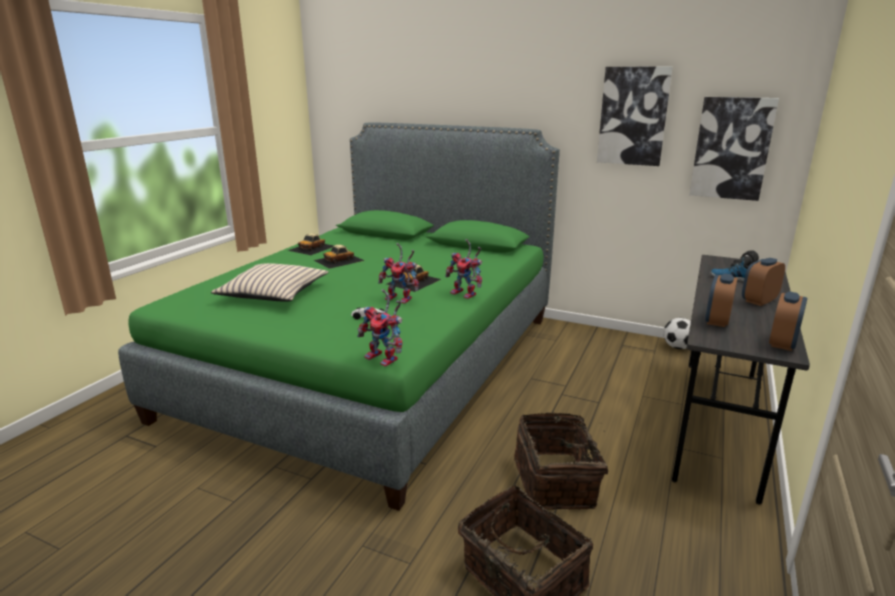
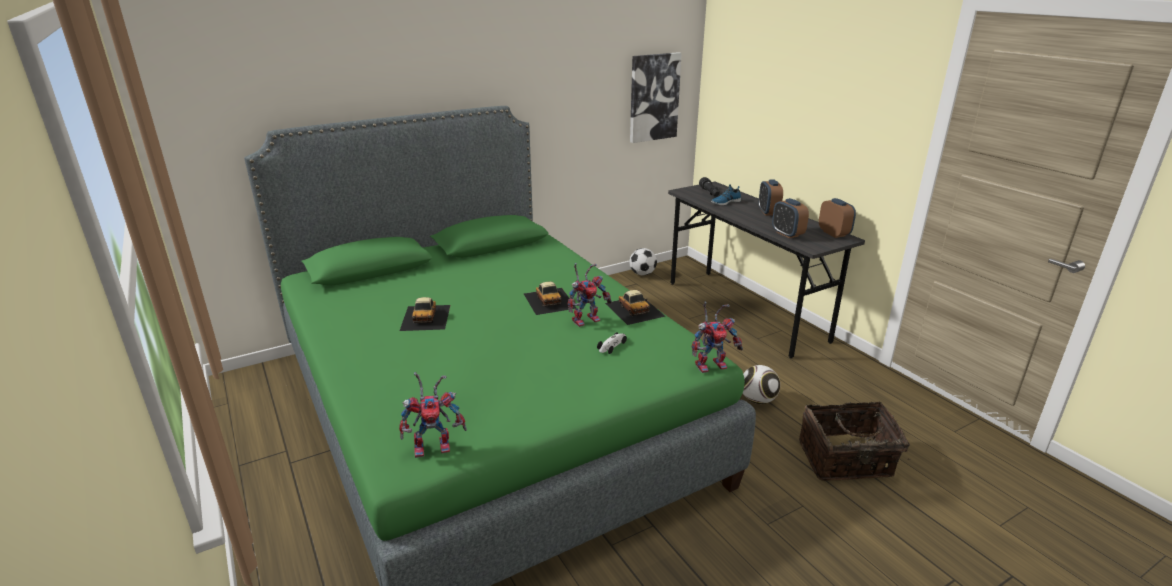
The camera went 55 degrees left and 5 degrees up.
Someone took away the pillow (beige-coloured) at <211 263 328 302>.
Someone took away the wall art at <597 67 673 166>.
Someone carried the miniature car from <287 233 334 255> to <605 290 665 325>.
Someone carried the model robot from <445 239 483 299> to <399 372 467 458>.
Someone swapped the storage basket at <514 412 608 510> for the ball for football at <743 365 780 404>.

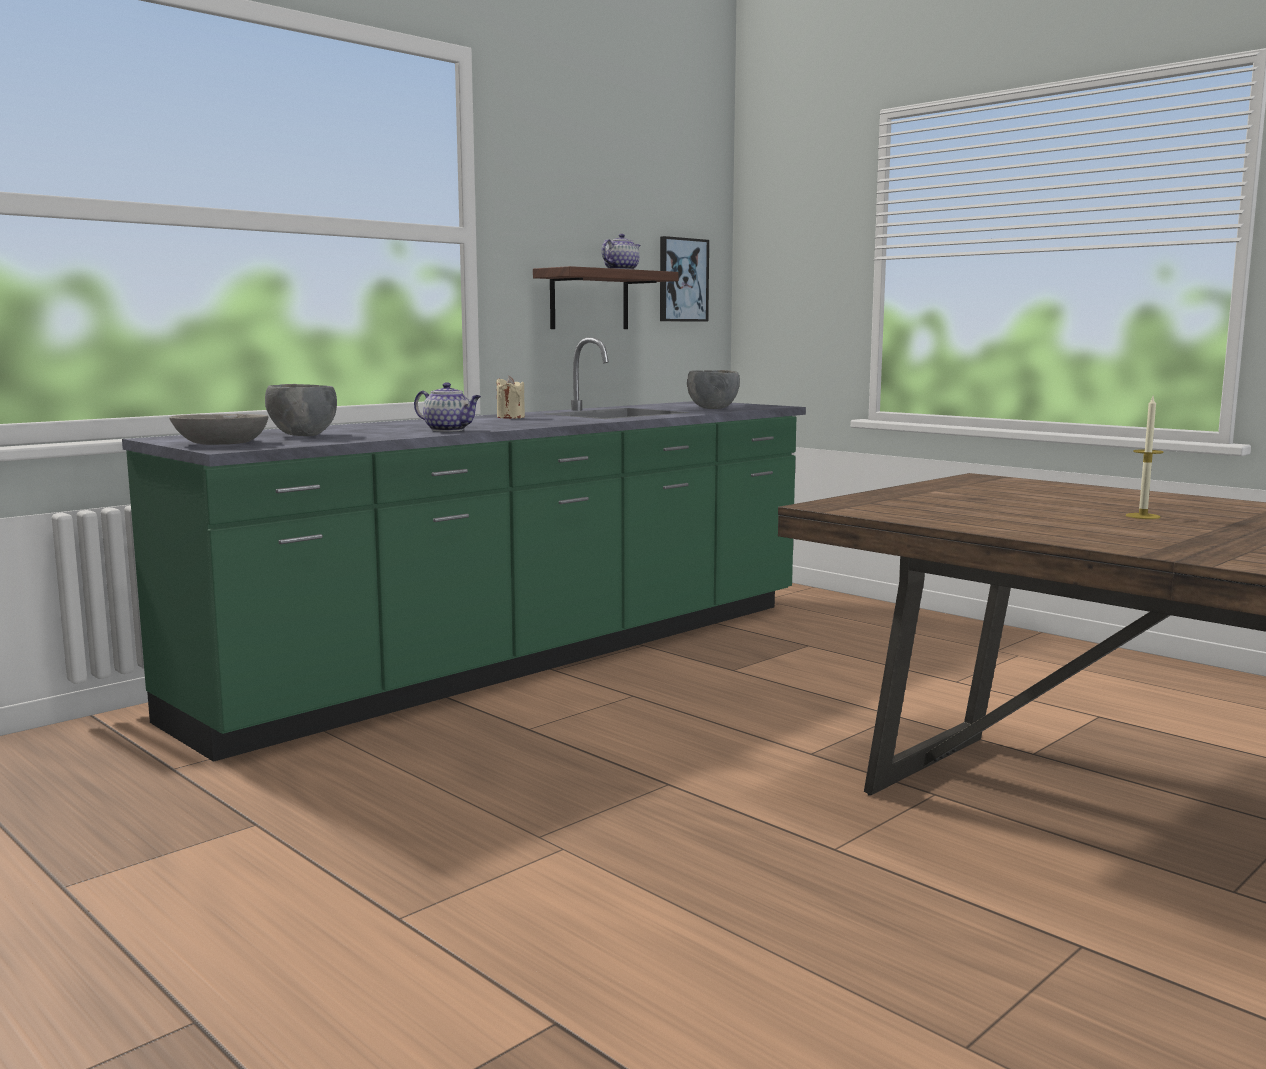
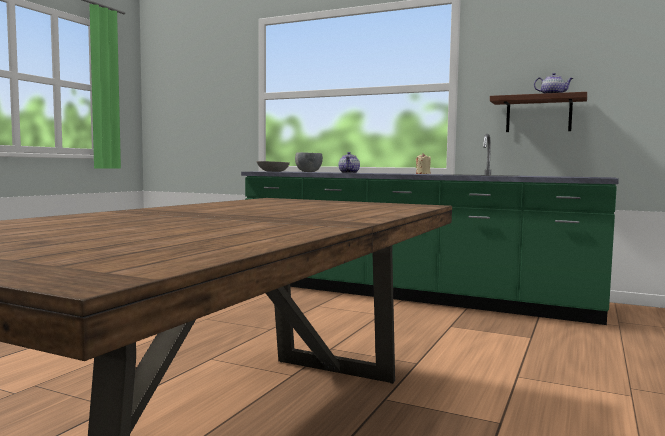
The camera went 70 degrees right and 5 degrees down.
Someone took away the wall art at <660 236 709 322>.
Someone took away the deep dish (gray) at <687 370 740 409>.
Someone took away the wax candle at <1126 397 1164 519>.

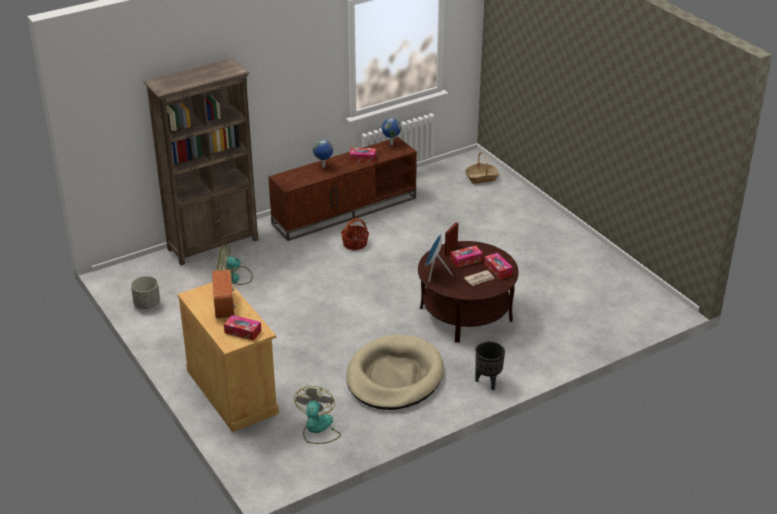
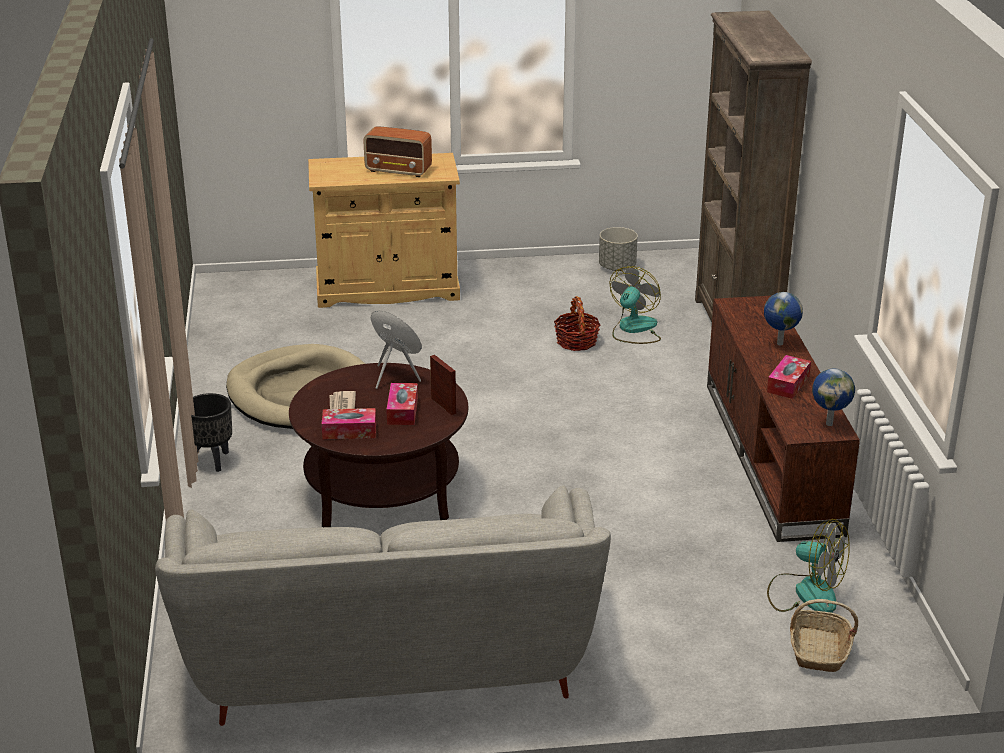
The camera went 115 degrees right and 5 degrees down.
Someone took away the tissue holder at <224 315 261 341>.
Someone put down the sofa (gray) at <155 485 611 726>.
Someone carried the electric fan from <294 386 341 444> to <767 519 850 613>.
Someone carried the storage basket from <341 218 369 250> to <554 296 600 351>.

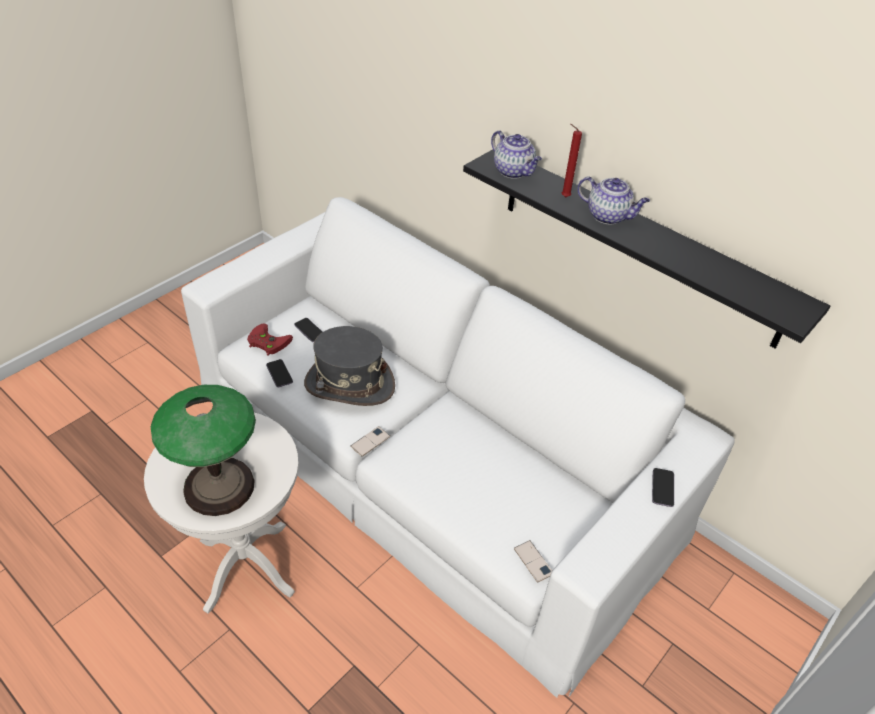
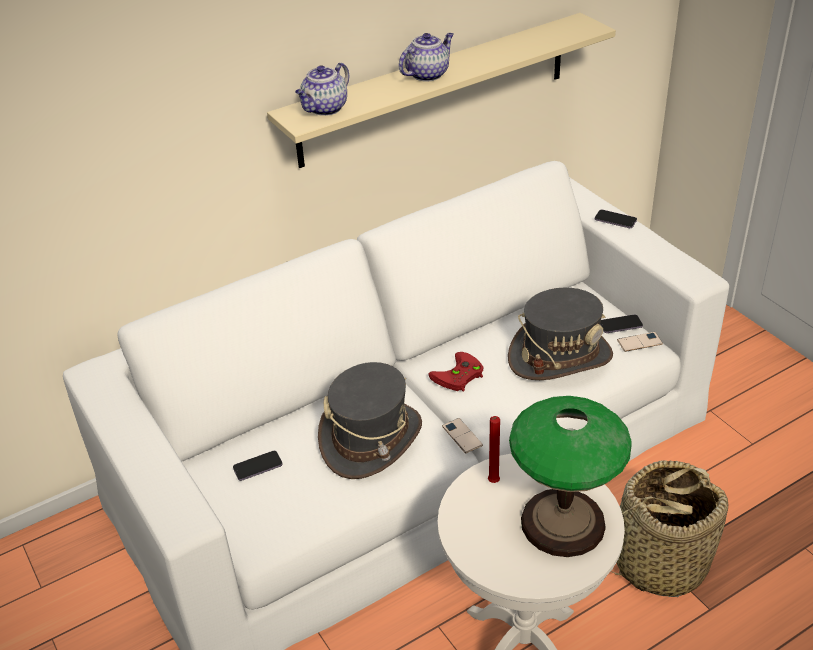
The camera went 70 degrees left and 5 degrees down.
Someone put down the hat (gray) at <508 288 613 380>.
Someone put down the storage basket at <611 461 728 597>.
Someone carried the game controller (red-coloured) from <247 324 293 356> to <429 352 483 391>.
Someone carried the telephone from <266 359 293 387> to <600 314 643 333>.
Someone carried the wax candle (red-coloured) from <562 124 582 197> to <488 416 500 483>.
Someone repainted the wall shelf (black-coloured) at <463 149 830 348>, which became the wall shelf (beige-coloured) at <267 13 616 168>.
Someone rotated the tea pot at <491 130 542 179> by 150 degrees clockwise.

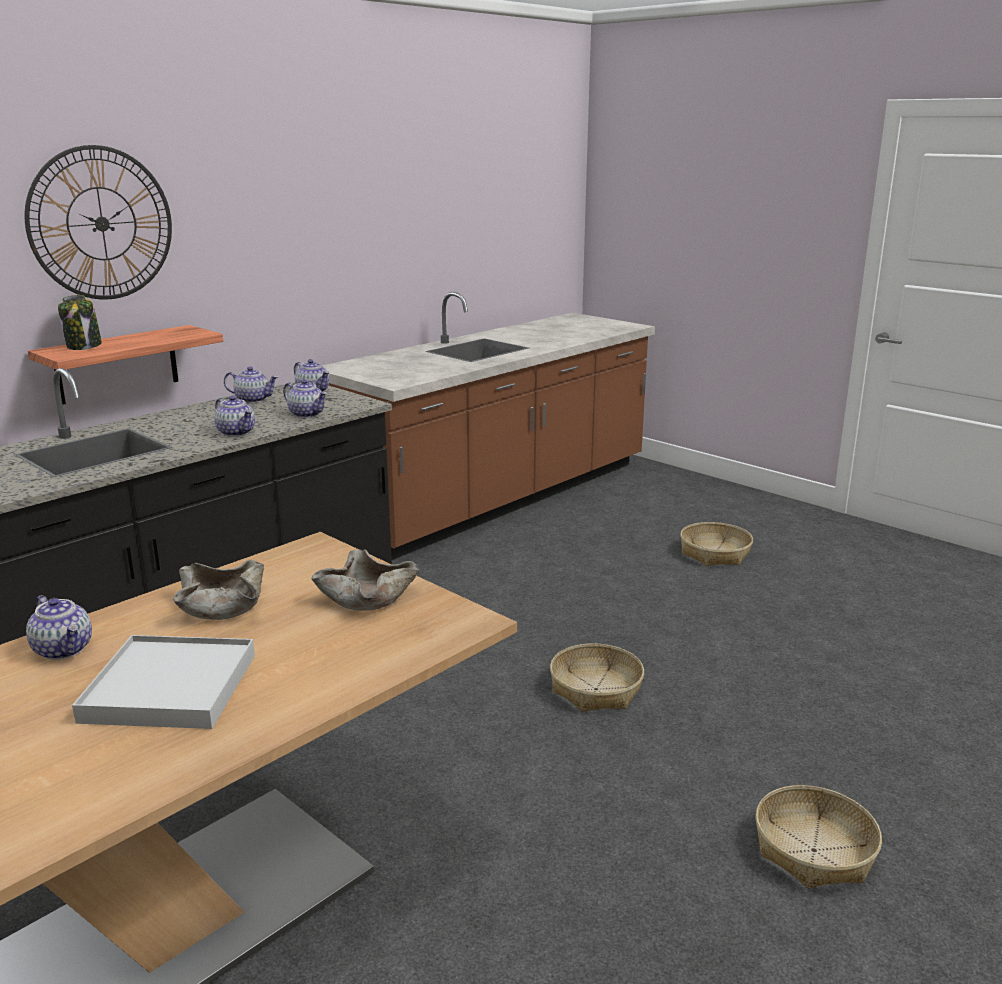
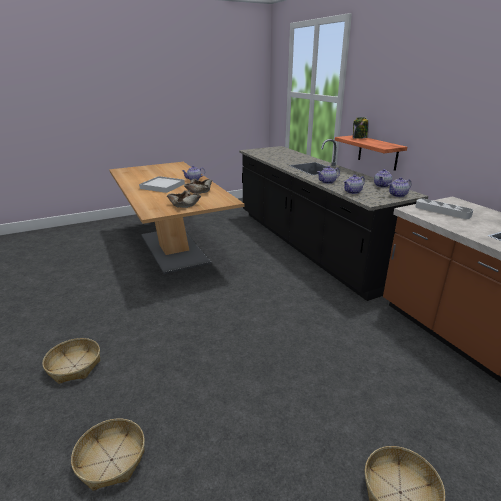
The camera went 110 degrees right and 5 degrees up.
Someone took away the clock on the wall at <25 145 172 300>.
Someone put down the carrying tray (gray) at <415 198 473 219>.
Someone carried the storage basket from <550 644 644 712> to <71 418 145 491>.

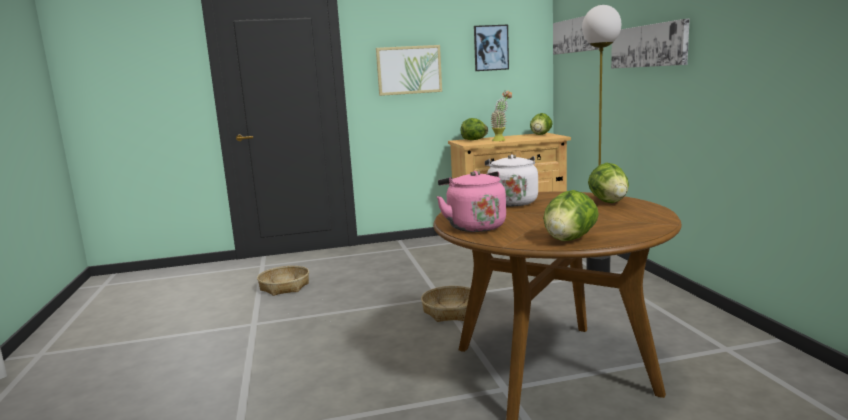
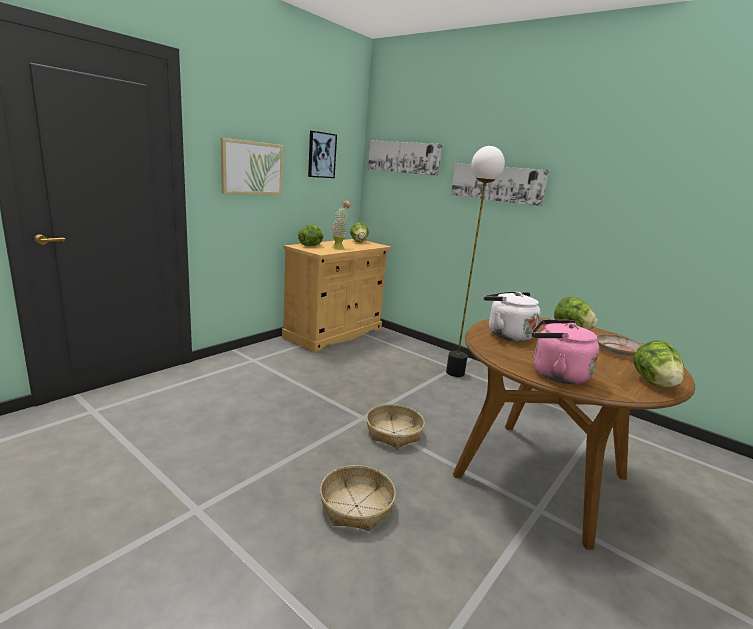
The camera went 40 degrees left and 5 degrees up.
Someone put down the flat dish (beige-coloured) at <596 334 643 356>.
Someone carried the storage basket from <257 266 309 296> to <320 465 396 531>.

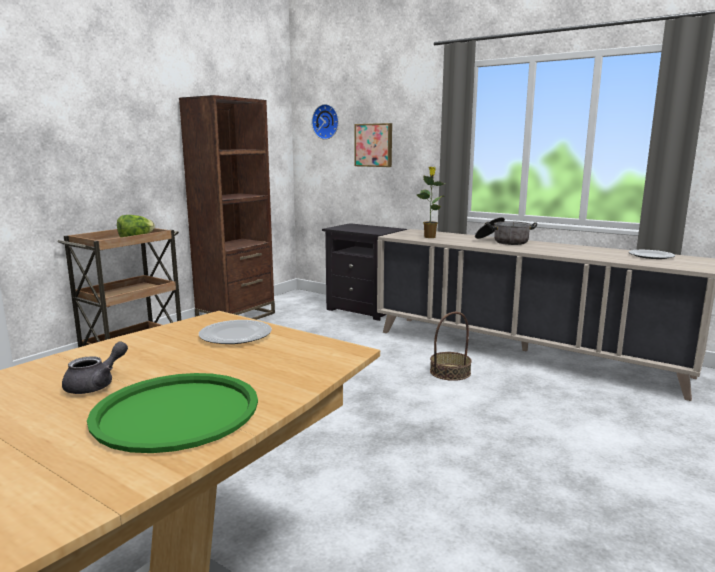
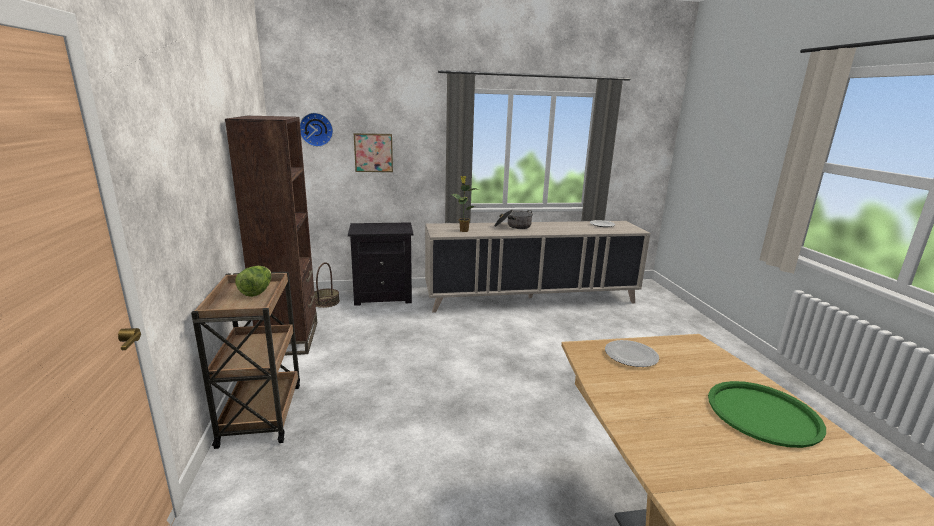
The camera went 45 degrees left and 5 degrees up.
Someone took away the tea pot (gray) at <62 341 128 394>.
Someone carried the storage basket from <430 312 472 381> to <314 262 340 308>.

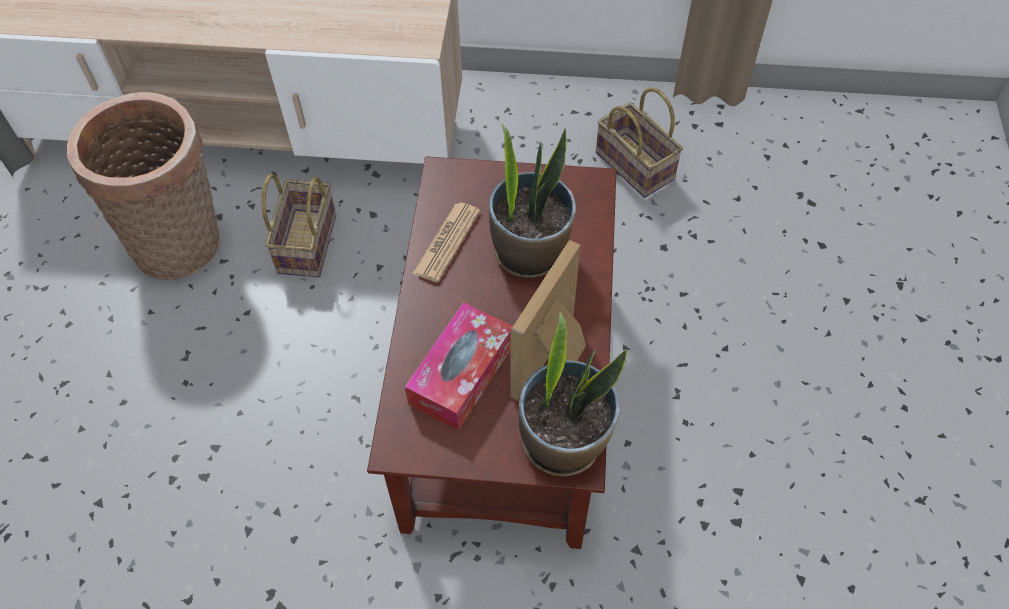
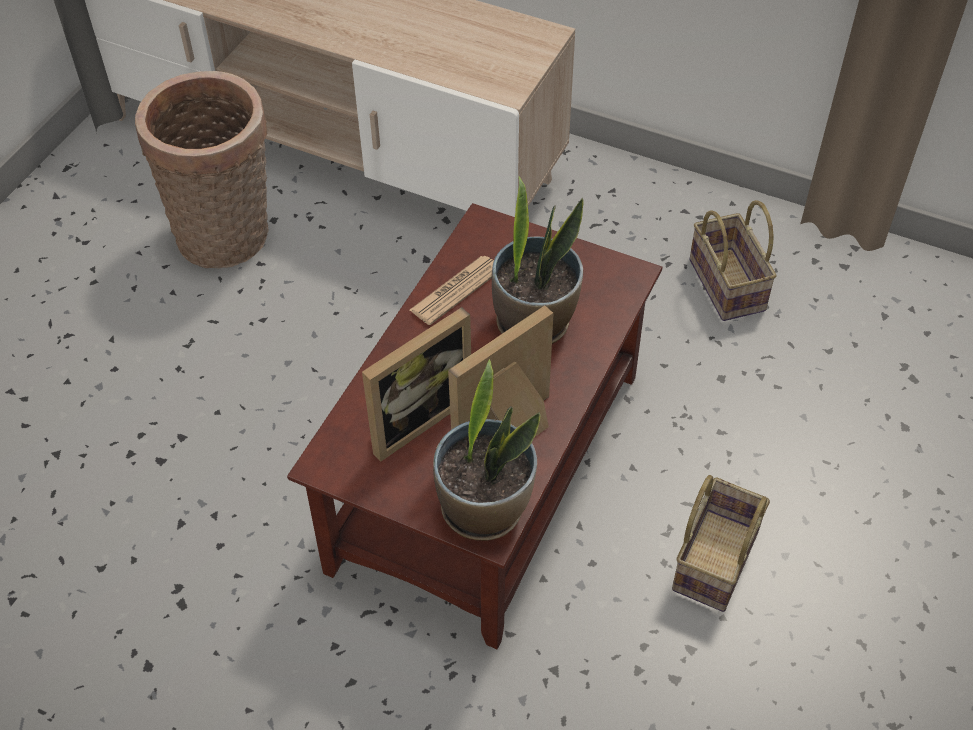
The camera went 20 degrees right and 5 degrees down.
Someone carried the storage basket from <262 173 336 277> to <672 475 770 612>.
Someone swapped the tissue holder at <405 302 513 431> for the picture frame at <362 307 471 462>.

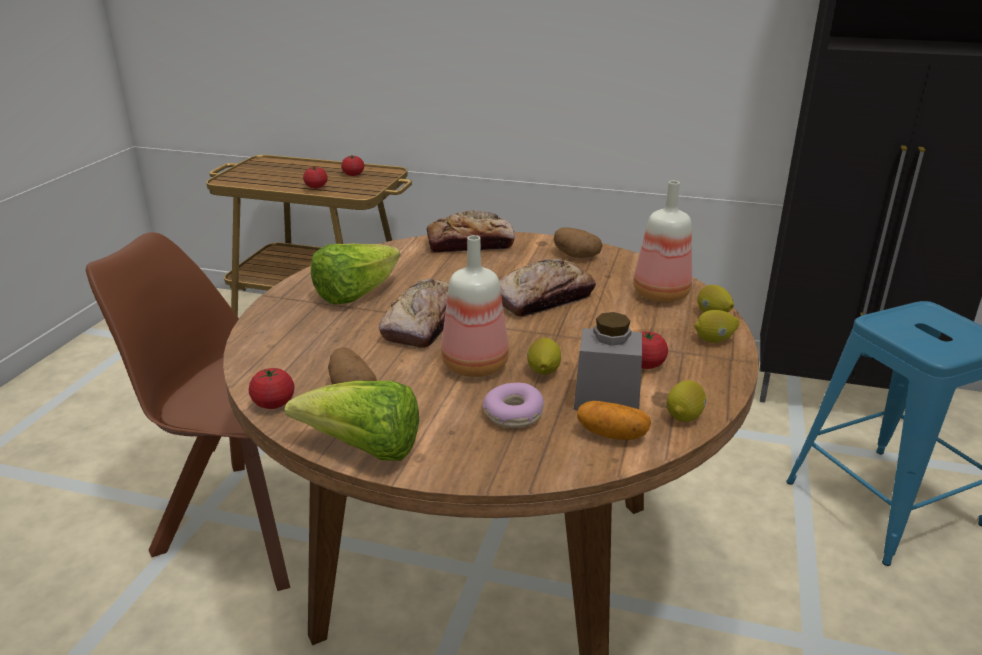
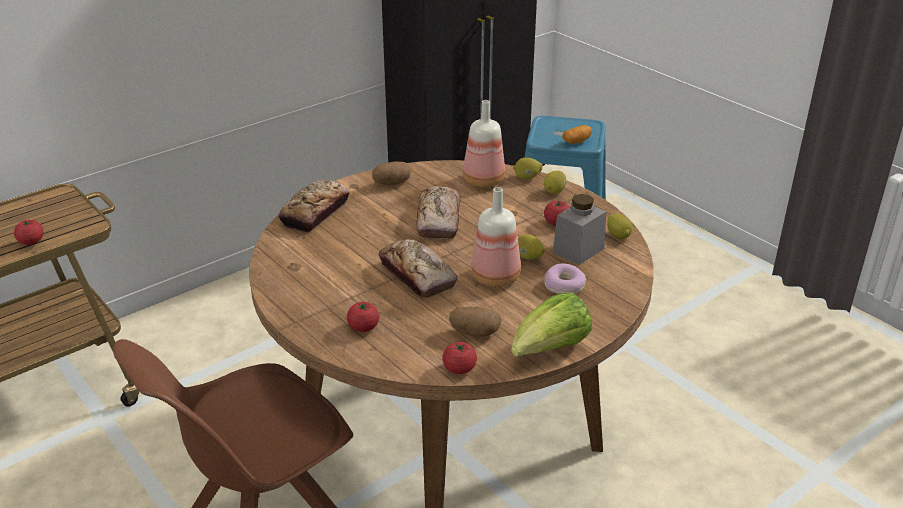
The camera went 55 degrees left and 5 degrees up.
Someone took away the head of lettuce at <311 244 400 305>.
Someone carried the tomato from <341 155 364 176> to <347 302 379 332>.
Someone carried the potato from <577 401 651 440> to <562 125 592 144>.

